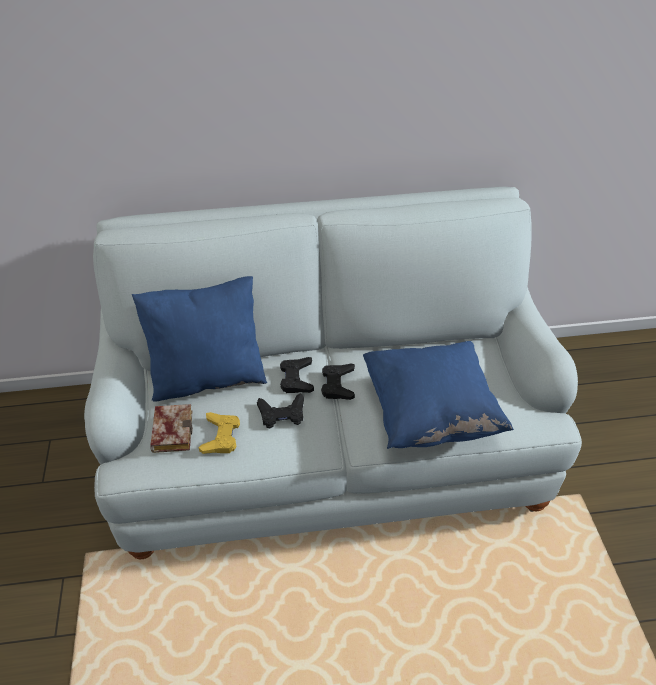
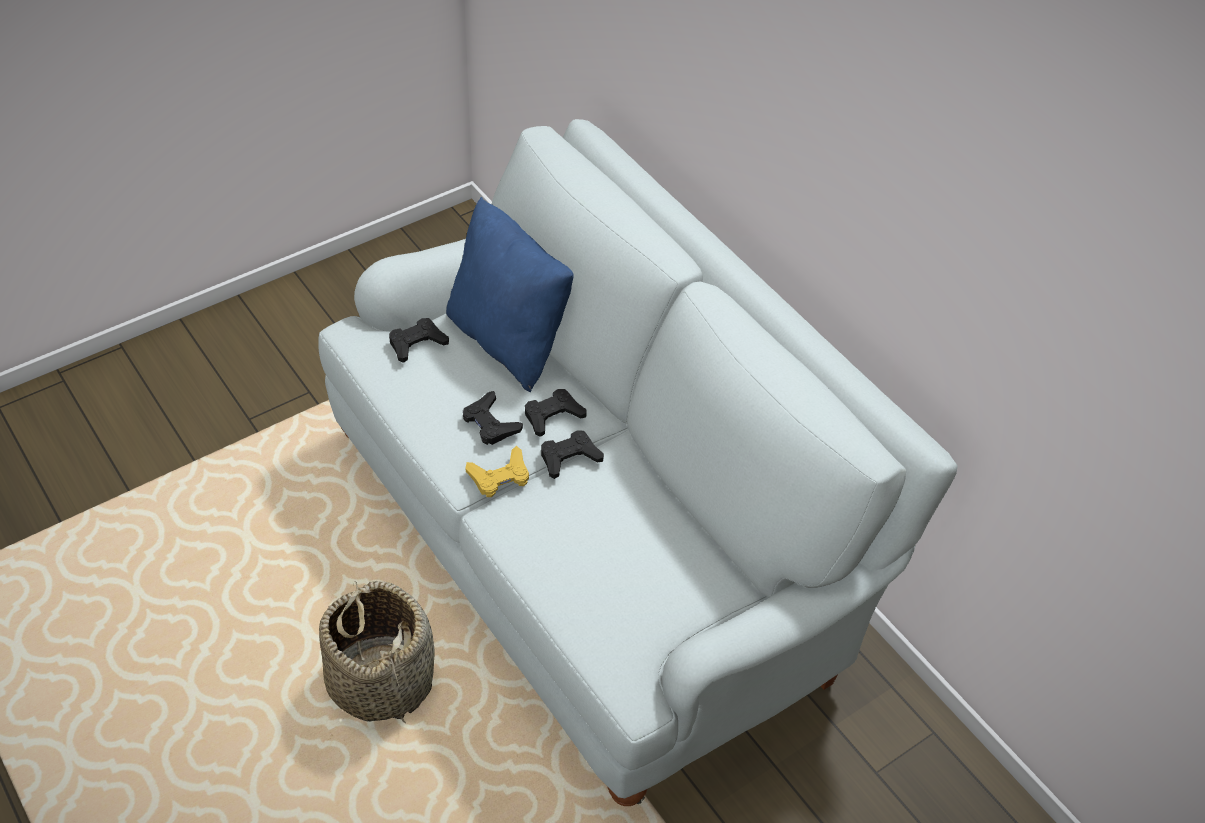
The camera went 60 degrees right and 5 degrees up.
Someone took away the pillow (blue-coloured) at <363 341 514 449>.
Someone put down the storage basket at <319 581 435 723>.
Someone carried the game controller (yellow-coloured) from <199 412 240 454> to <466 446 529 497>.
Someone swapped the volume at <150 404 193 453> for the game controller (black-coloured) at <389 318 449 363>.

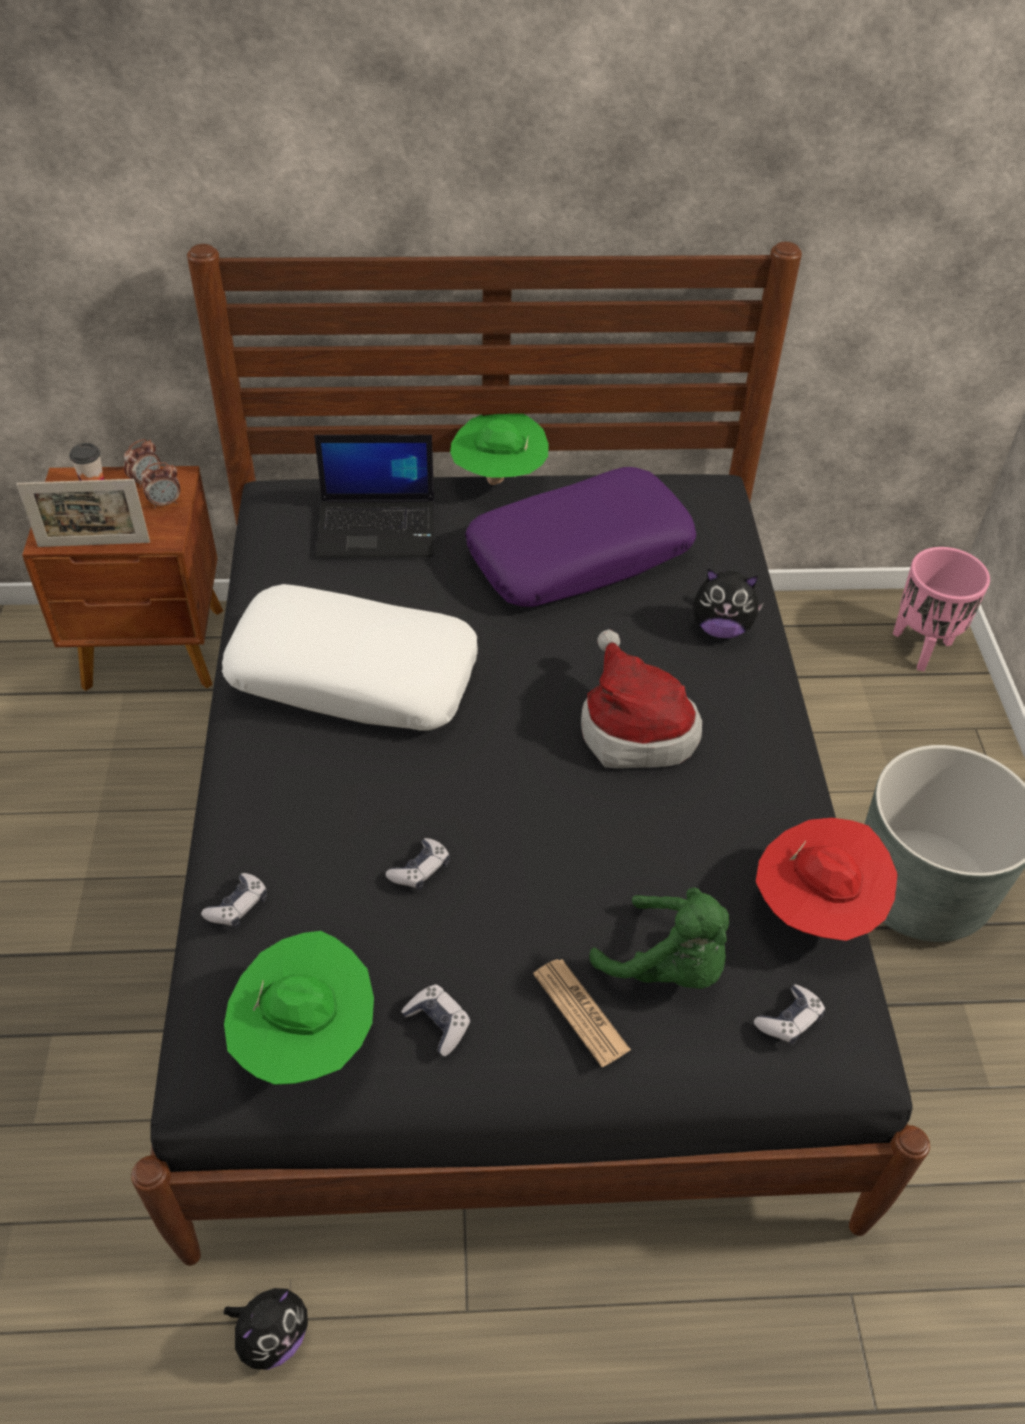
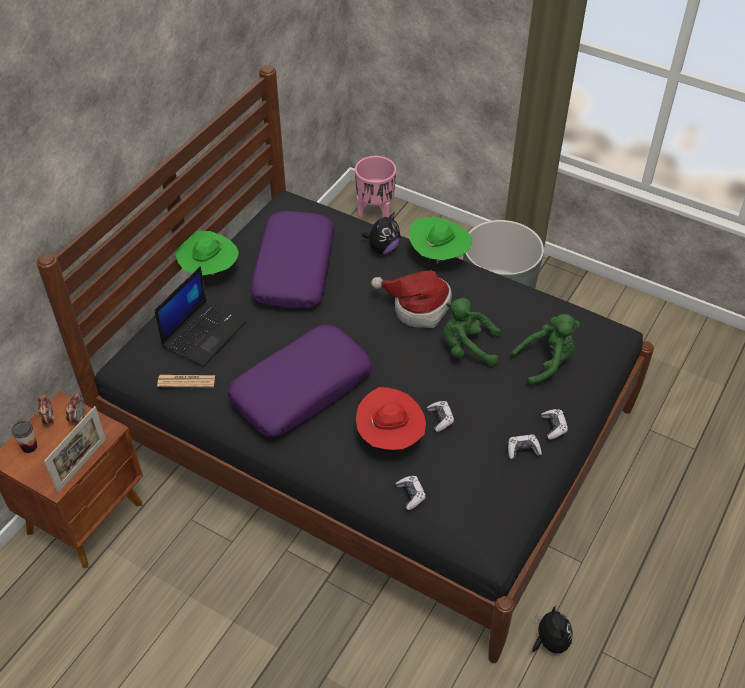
The camera went 55 degrees left and 0 degrees up.
Someone put down the plush toy (greenish) at <444 298 501 366>.
Someone carried the hat (greenish) from <224 931 374 1085> to <409 217 472 264>.
Someone carried the newspaper from <533 959 631 1067> to <157 375 215 387>.
Someone carried the game controller from <754 984 825 1045> to <541 409 568 439>.
Someone carried the hat (red-coloured) from <756 818 898 941> to <356 387 426 450>.
Someone repainted the pillow (whitish) at <222 584 478 730>, which became the pillow (purple) at <228 325 372 437>.

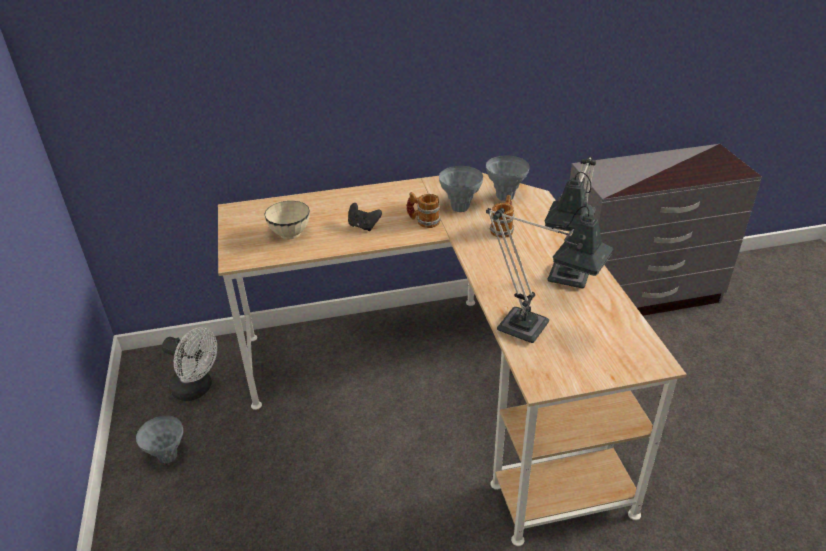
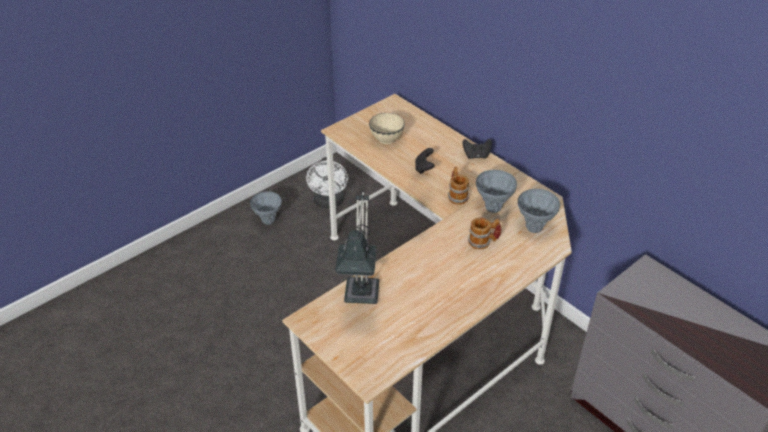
The camera went 60 degrees right and 5 degrees up.
Someone took away the lamp for a table at <545 156 596 288>.
Someone put down the game controller (black-coloured) at <462 139 492 159>.

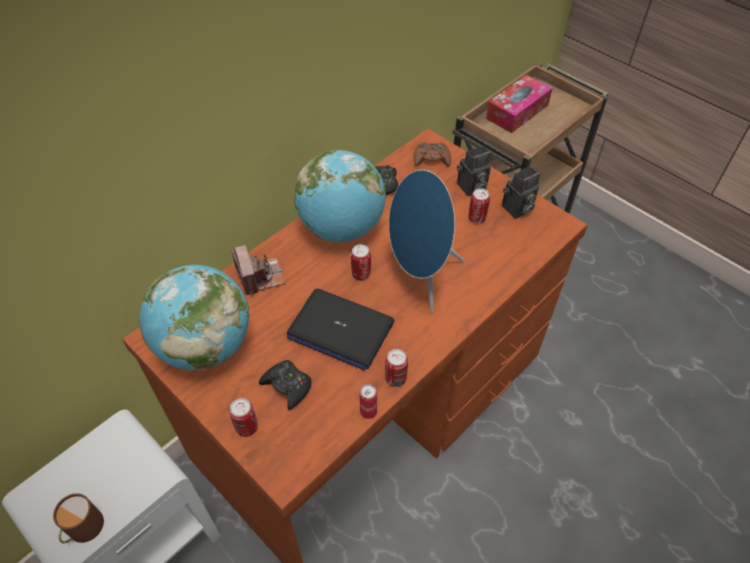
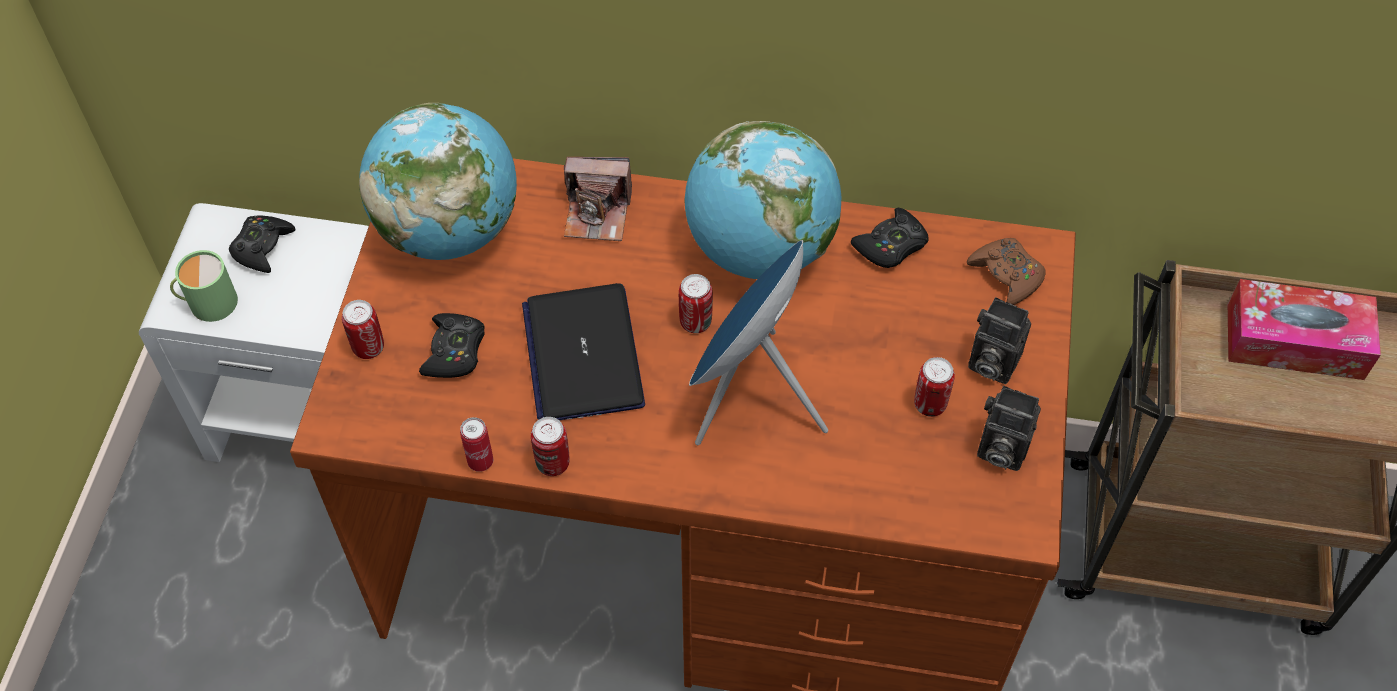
The camera went 55 degrees right and 5 degrees up.
Someone put down the game controller (black-coloured) at <229 216 295 273>.
Someone repainted the coffee mug (brown-coloured) at <53 493 104 543>, which became the coffee mug (greenish) at <170 250 238 322>.
Someone rotated the photo camera at <231 245 285 296> by 60 degrees clockwise.

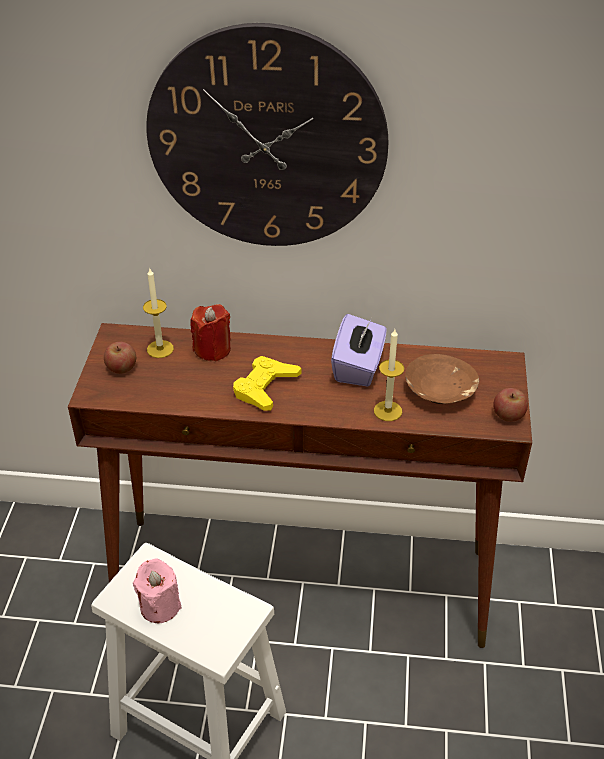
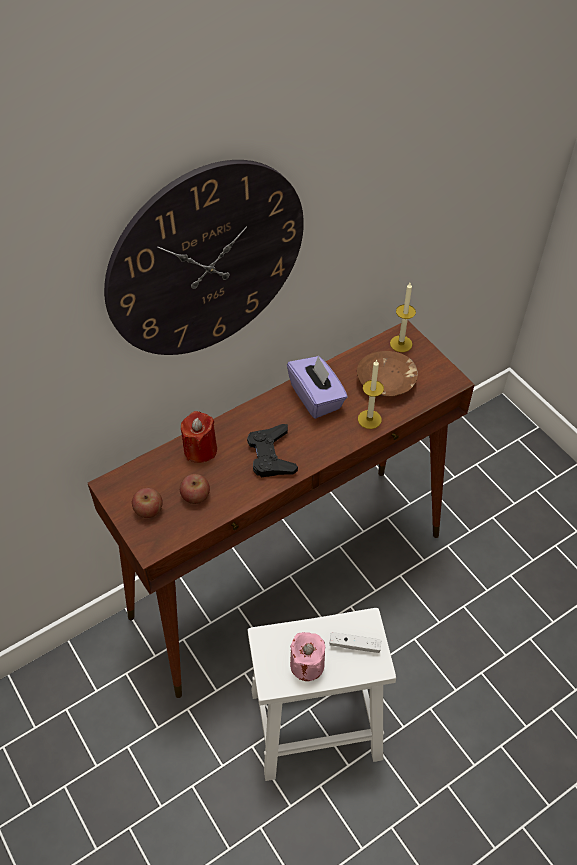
The camera went 40 degrees left and 10 degrees up.
Someone put down the game controller (whitish) at <329 632 381 653>.
Someone carried the wax candle from <143 269 174 358> to <390 283 416 352>.
Someone carried the whole apple from <493 388 528 422> to <180 474 210 504>.
Someone repainted the game controller (yellow-coloured) at <233 356 301 411>, which became the game controller (black-coloured) at <247 424 298 477>.

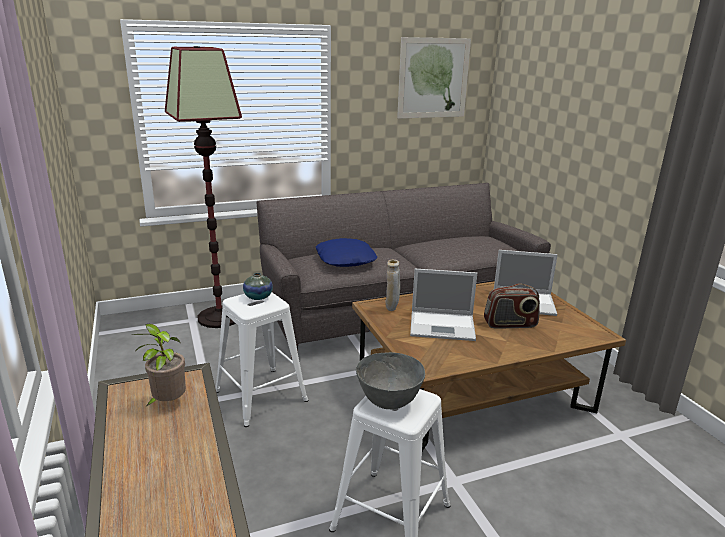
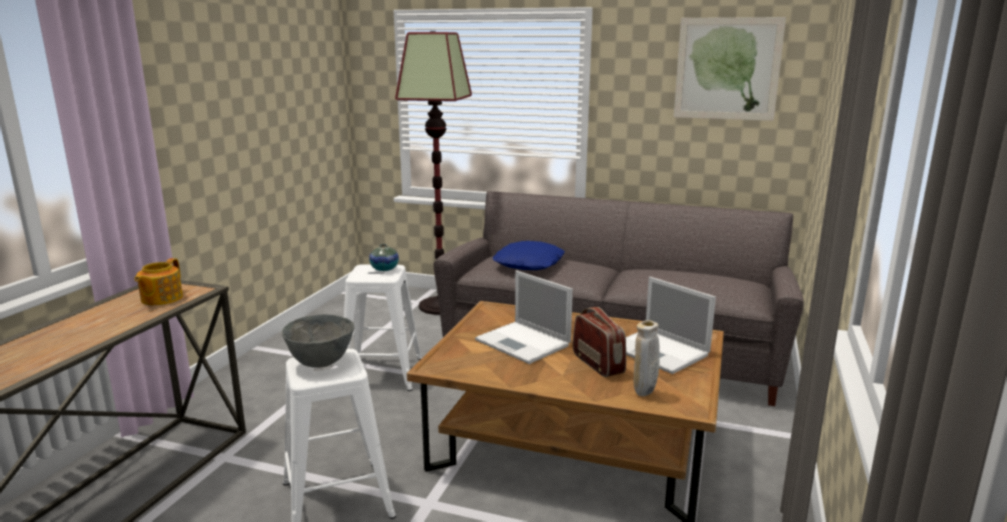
The camera went 40 degrees right and 5 degrees down.
Someone carried the flower vase (beige-coloured) from <385 260 400 311> to <634 320 660 396>.
Someone swapped the plant in a pot at <131 324 186 407> for the tea pot at <135 258 183 305>.
Someone rotated the radio at <484 283 540 329> by 150 degrees counterclockwise.

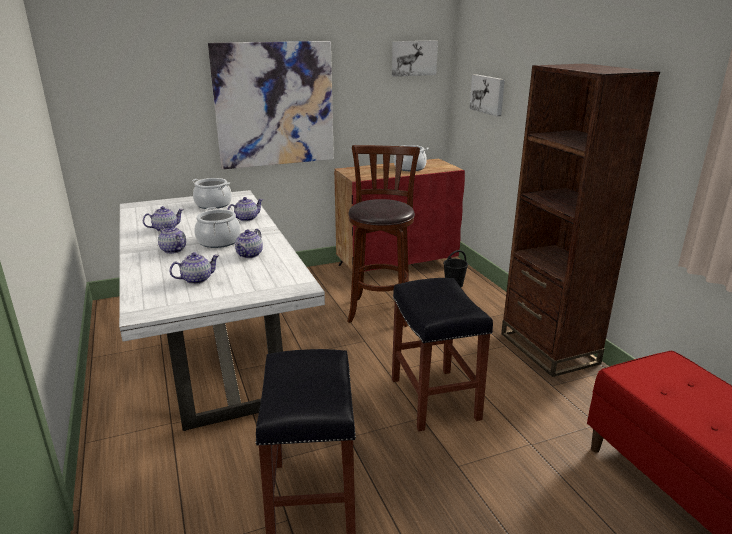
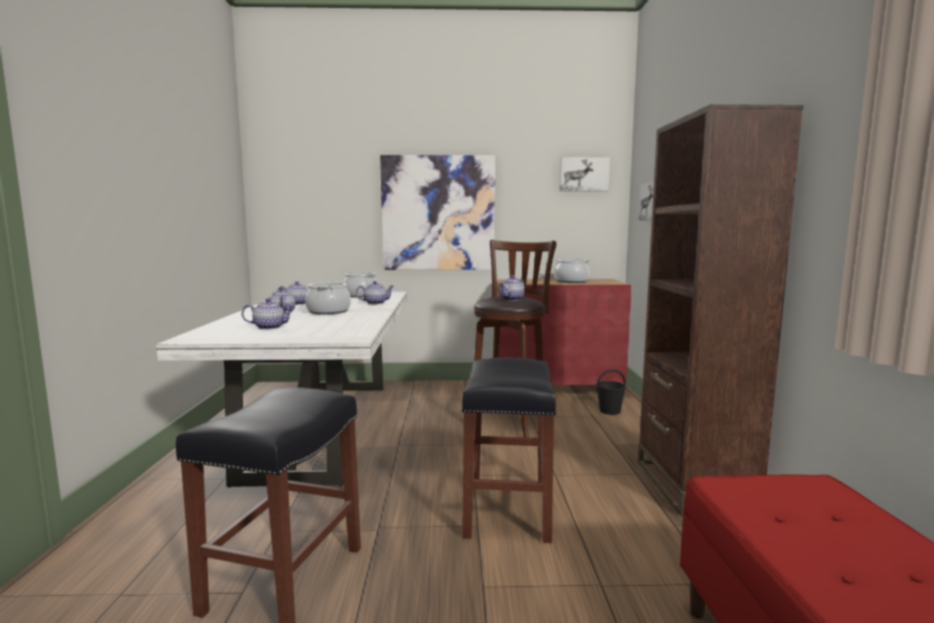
The camera went 20 degrees right and 15 degrees down.
Someone carried the tea pot from <235 229 263 258> to <499 275 525 301>.

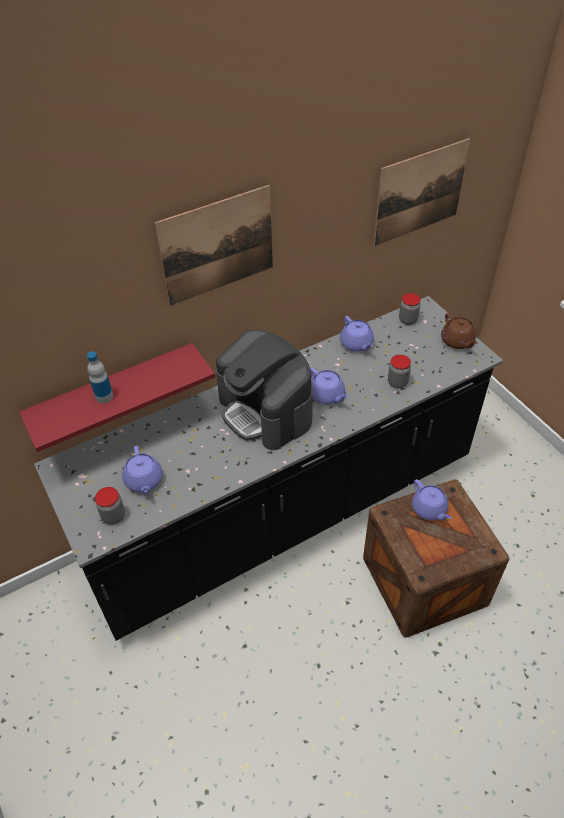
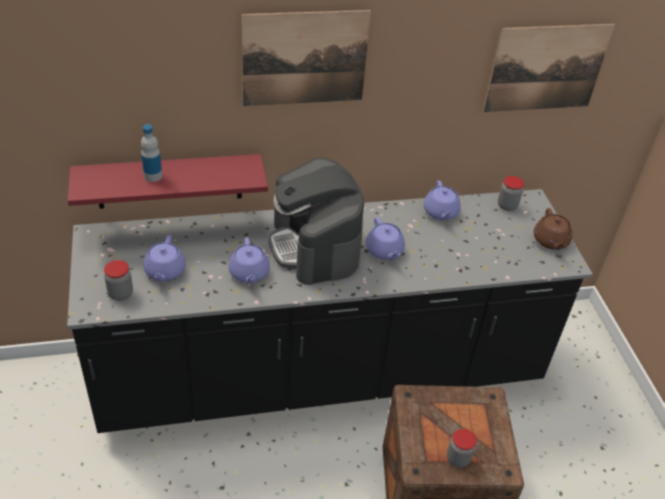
The camera went 15 degrees right and 5 degrees down.
Someone carried the preserve jar from <388 355 411 388> to <447 429 477 468>.
Someone carried the tea pot (purple) from <412 479 452 521> to <228 237 270 284>.

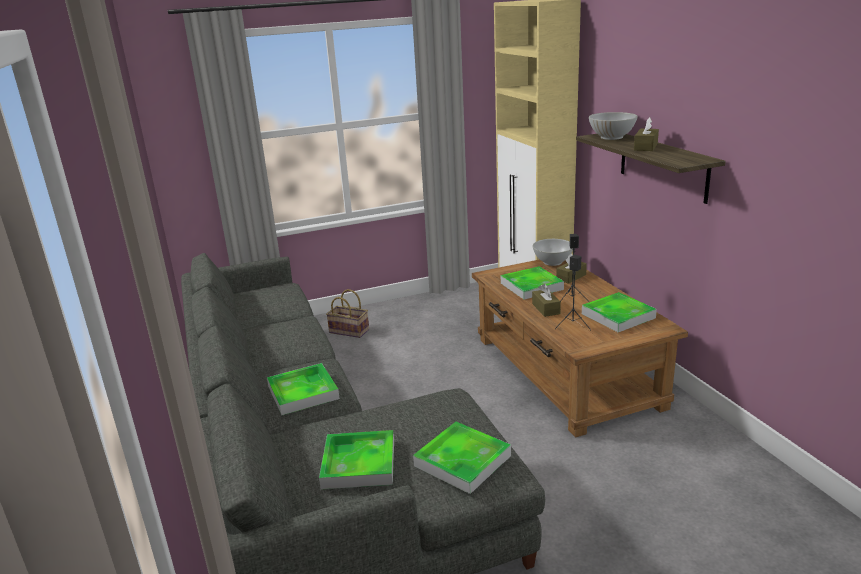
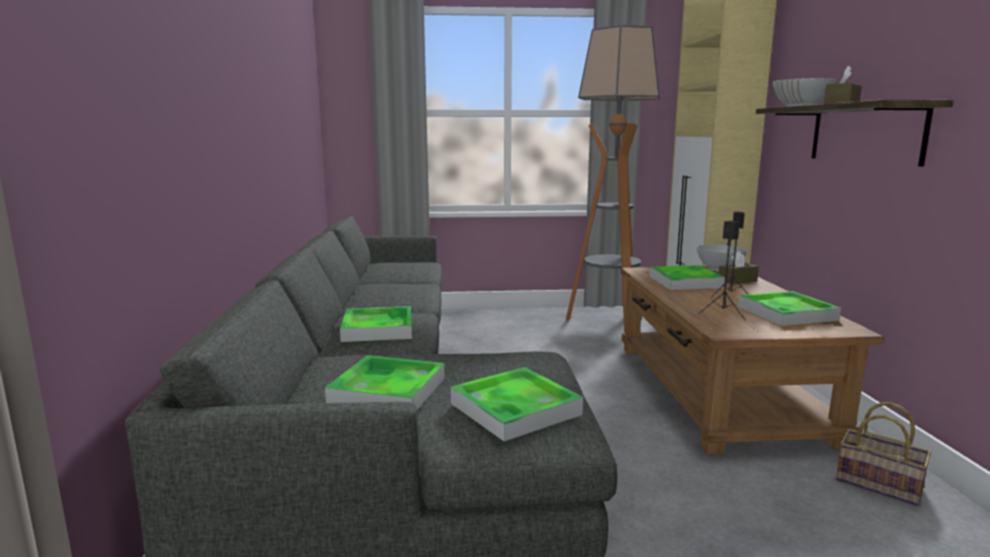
The camera went 15 degrees right and 10 degrees down.
Someone took away the tissue holder (brown-coloured) at <532 284 561 317>.
Someone put down the standing lamp at <566 25 660 333>.
Someone carried the storage basket from <326 289 369 338> to <836 402 932 506>.

